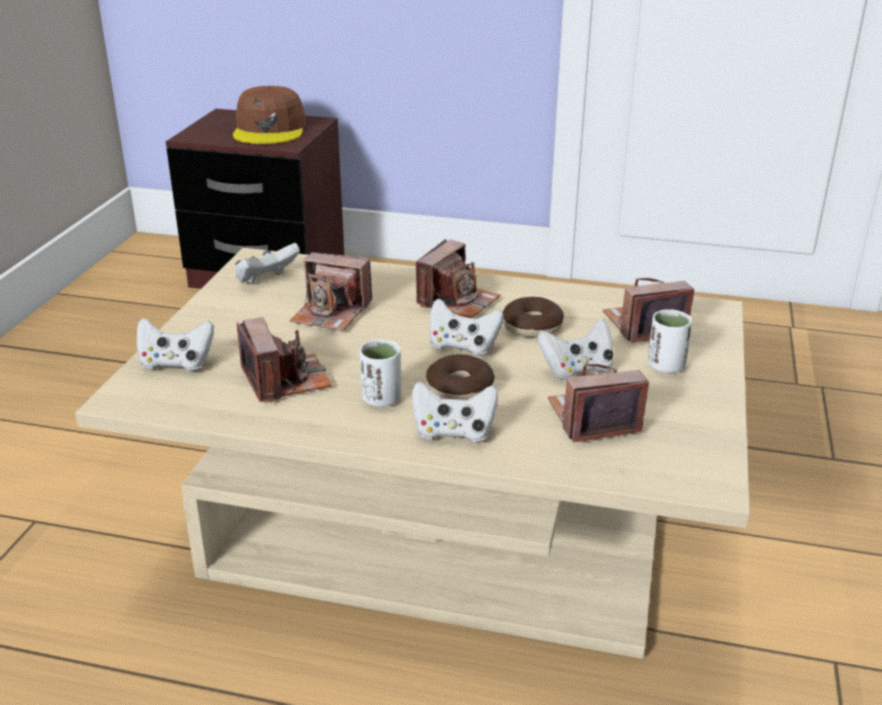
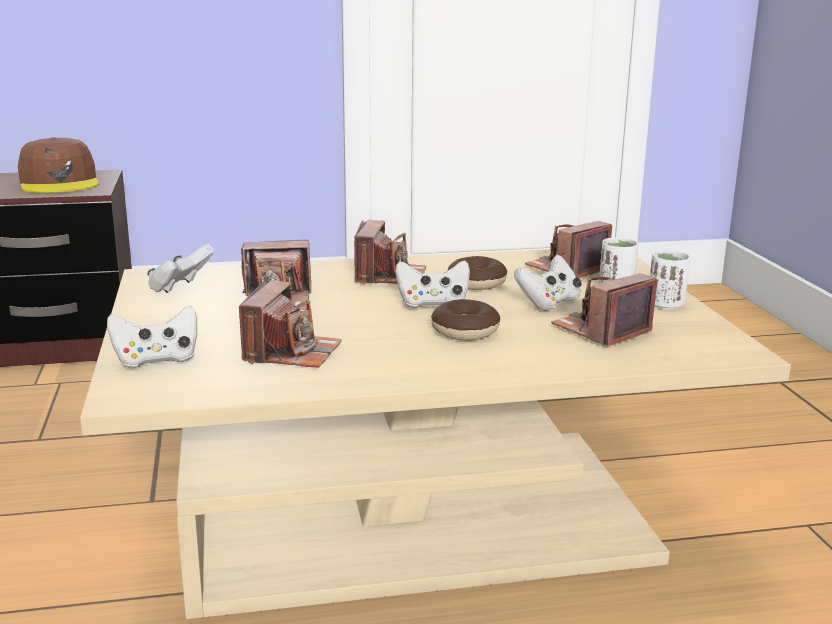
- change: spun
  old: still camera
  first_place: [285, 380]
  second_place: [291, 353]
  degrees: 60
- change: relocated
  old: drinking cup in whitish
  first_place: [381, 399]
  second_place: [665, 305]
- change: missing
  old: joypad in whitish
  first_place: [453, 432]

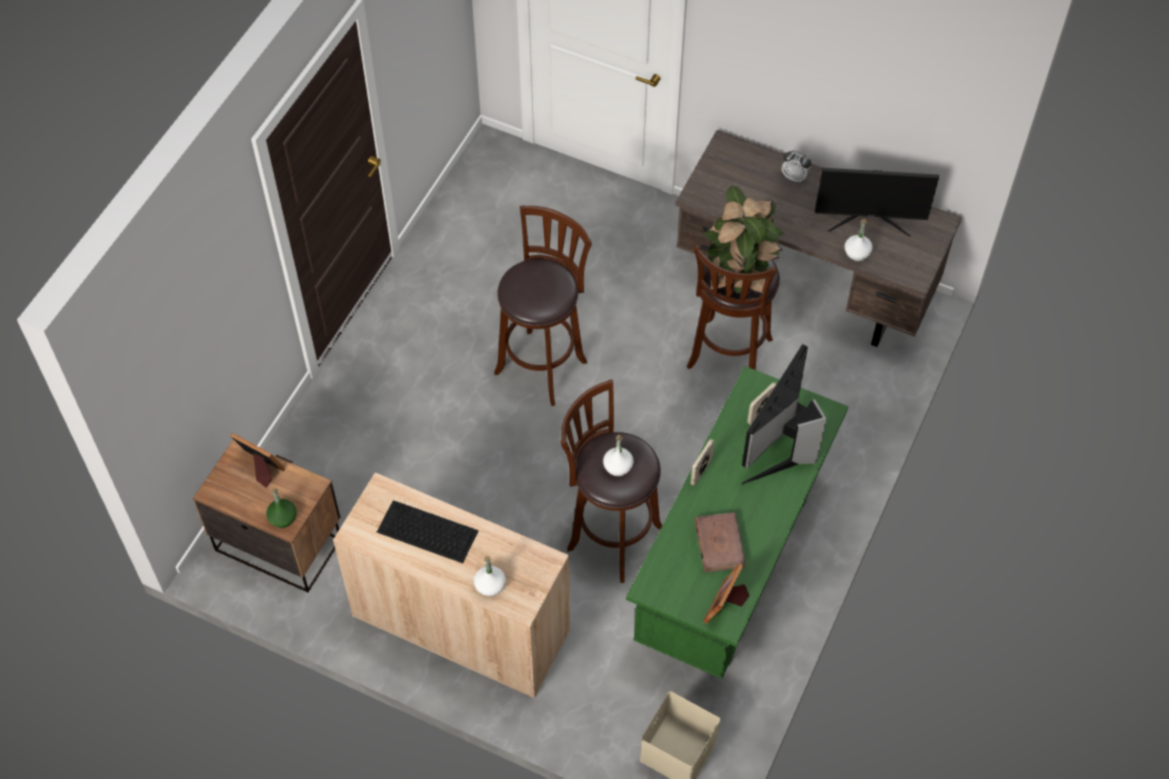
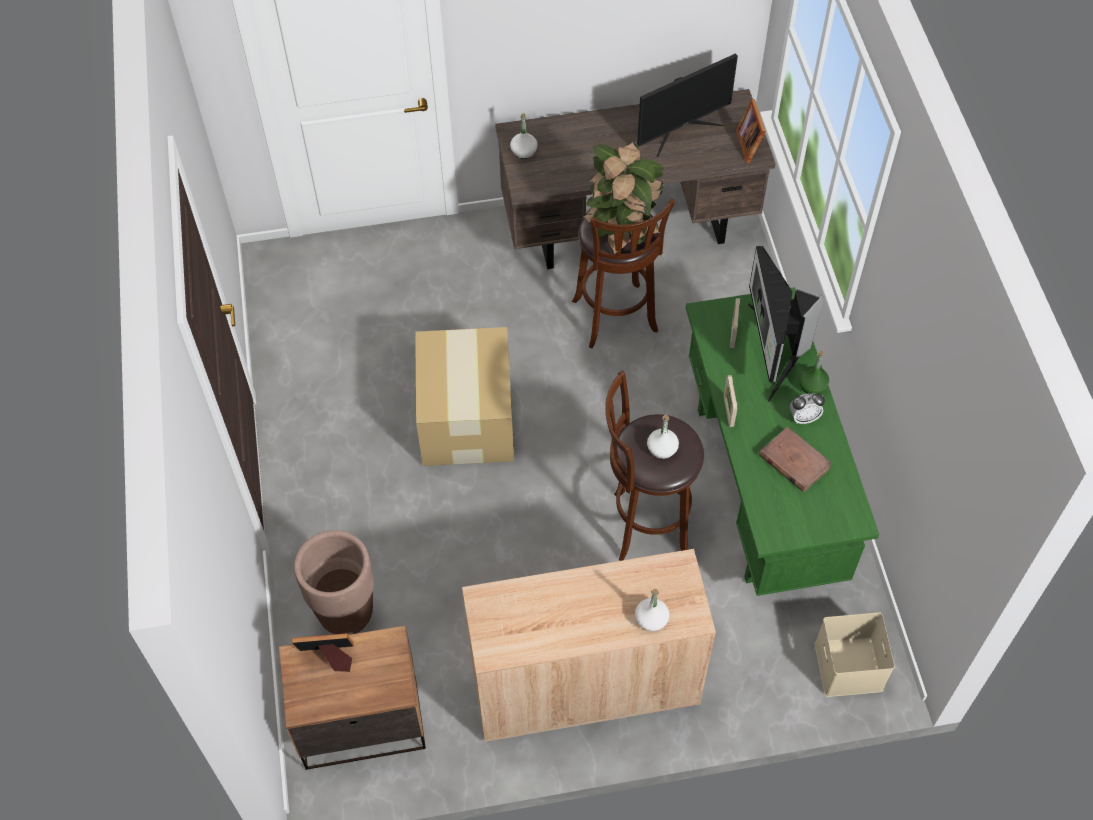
- change: relocated
  old: beverage bottle in green-coloured
  first_place: [282, 518]
  second_place: [812, 386]
- change: missing
  old: PC keyboard
  first_place: [426, 531]
- change: exchanged
  old: stool in brownish
  new: cardboard box
  first_place: [543, 364]
  second_place: [467, 416]
- change: relocated
  old: standing frame
  first_place: [726, 604]
  second_place: [751, 144]
- change: relocated
  old: bedside clock
  first_place: [794, 176]
  second_place: [804, 418]
- change: relocated
  old: beverage bottle in whitish
  first_place: [857, 253]
  second_place: [523, 151]
- change: appeared
  new: flower pot in brownish
  second_place: [346, 614]

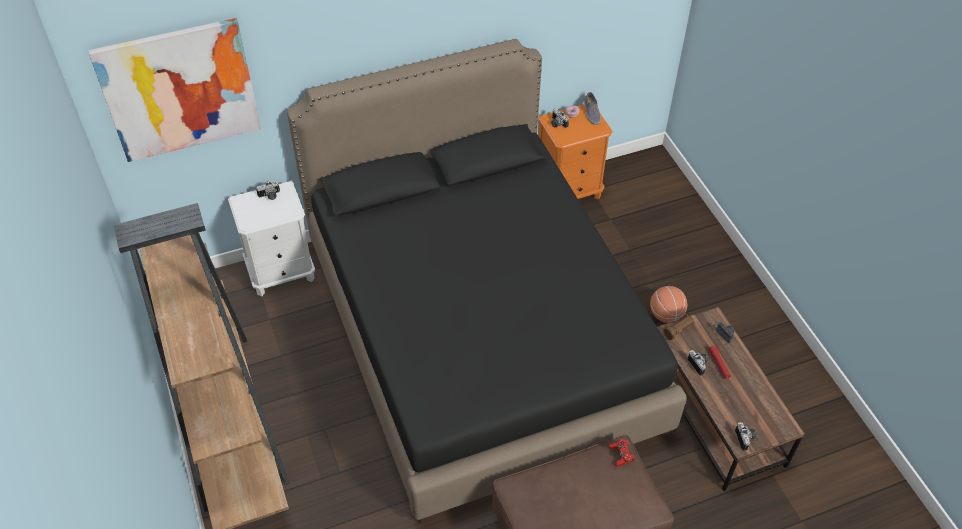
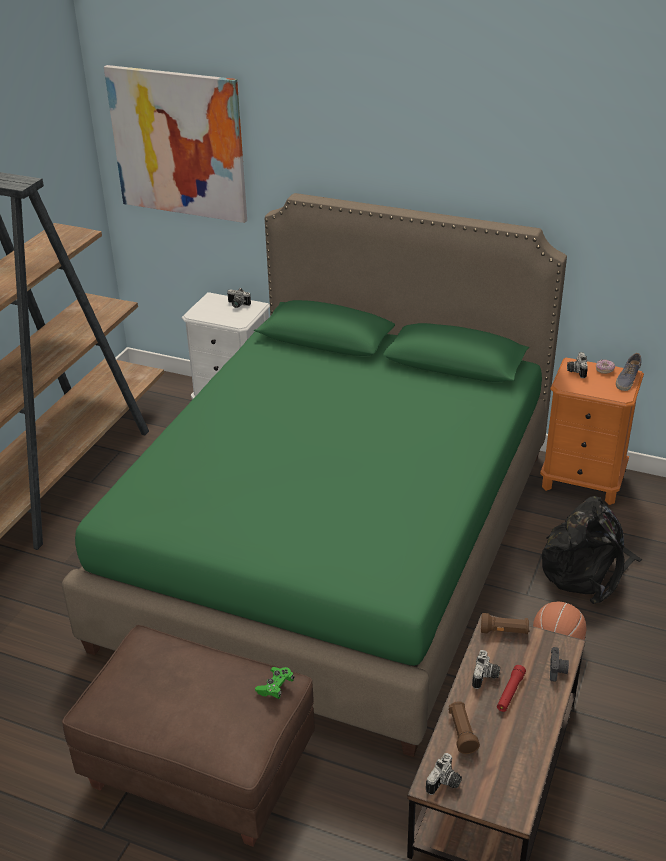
- change: colour
  old: bedroom bed in black-coloured
  new: bedroom bed in green-coloured
  first_place: [479, 334]
  second_place: [335, 544]
- change: colour
  old: joypad in red
  new: joypad in green-coloured
  first_place: [621, 455]
  second_place: [275, 687]
- change: appeared
  new: hand torch in brownish
  second_place: [462, 733]
- change: appeared
  new: rucksack in black-coloured
  second_place: [587, 570]

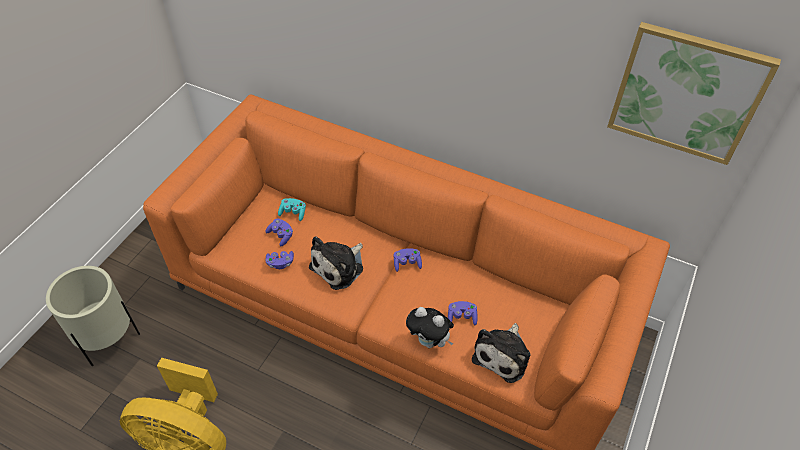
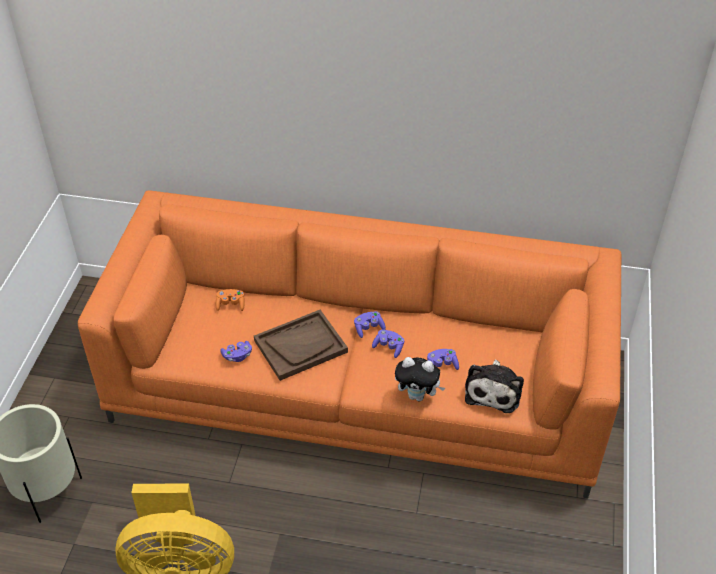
- change: relocated
  old: joypad in purple-coloured
  first_place: [281, 235]
  second_place: [389, 347]
- change: colour
  old: joypad in turquoise-coloured
  new: joypad in orange
  first_place: [293, 213]
  second_place: [231, 305]
- change: exchanged
  old: soft toy
  new: carrying tray in brownish
  first_place: [339, 267]
  second_place: [300, 346]
- change: missing
  old: wall art
  first_place: [687, 93]

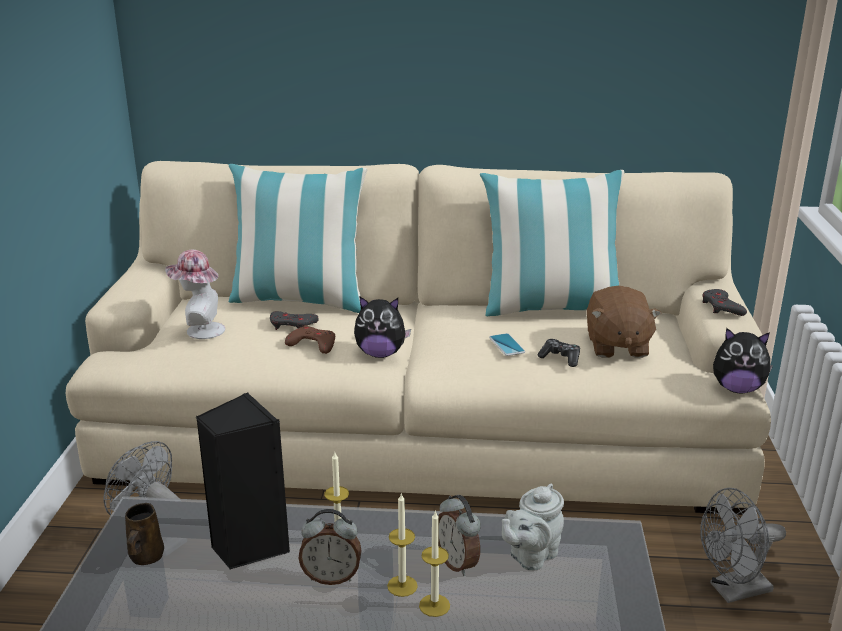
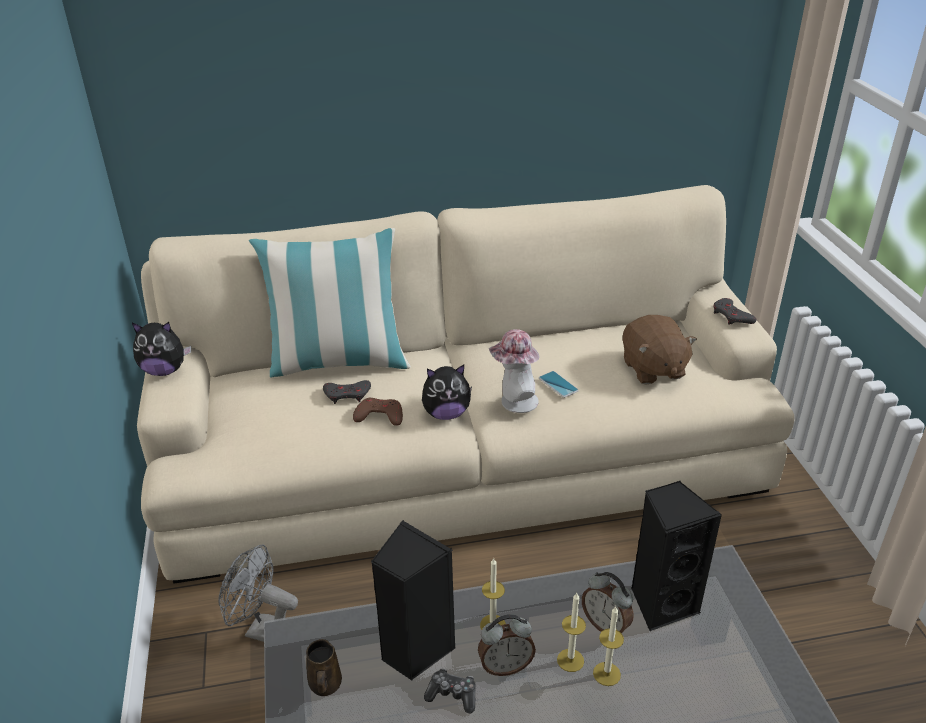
- change: relocated
  old: hat
  first_place: [200, 330]
  second_place: [514, 402]
- change: missing
  old: throw pillow
  first_place: [551, 308]
- change: exchanged
  old: tea pot in grey
  new: audio speaker in black-coloured
  first_place: [530, 556]
  second_place: [662, 603]
- change: relocated
  old: joypad
  first_place: [560, 358]
  second_place: [452, 695]
- change: missing
  old: electric fan in grey
  first_place: [733, 591]
- change: relocated
  old: soft toy
  first_place: [737, 389]
  second_place: [165, 371]

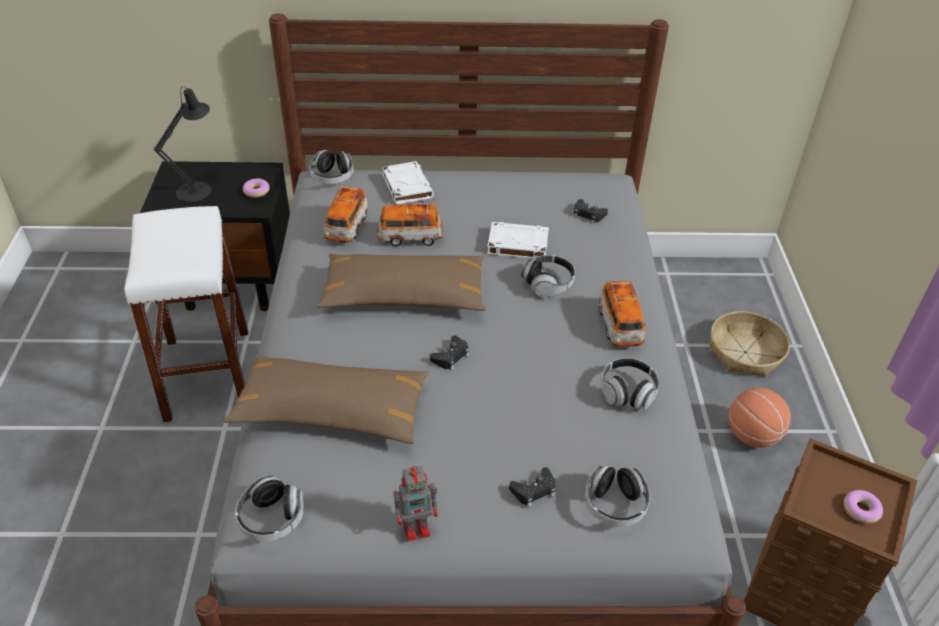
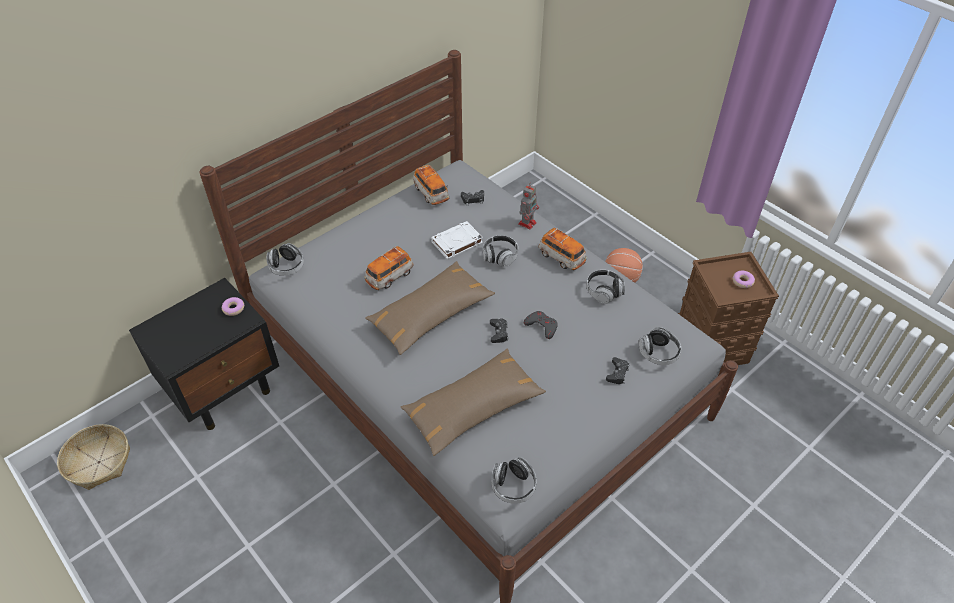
- change: missing
  old: stool in whitish
  first_place: [207, 374]
- change: missing
  old: tabletop lamp in black-coloured
  first_place: [198, 189]
- change: relocated
  old: model car
  first_place: [347, 227]
  second_place: [431, 193]
- change: missing
  old: book in whitish
  first_place: [407, 186]
- change: relocated
  old: model robot
  first_place: [417, 527]
  second_place: [527, 222]
- change: relocated
  old: basket
  first_place: [745, 352]
  second_place: [99, 462]
- change: appeared
  new: joypad in grey
  second_place: [541, 326]

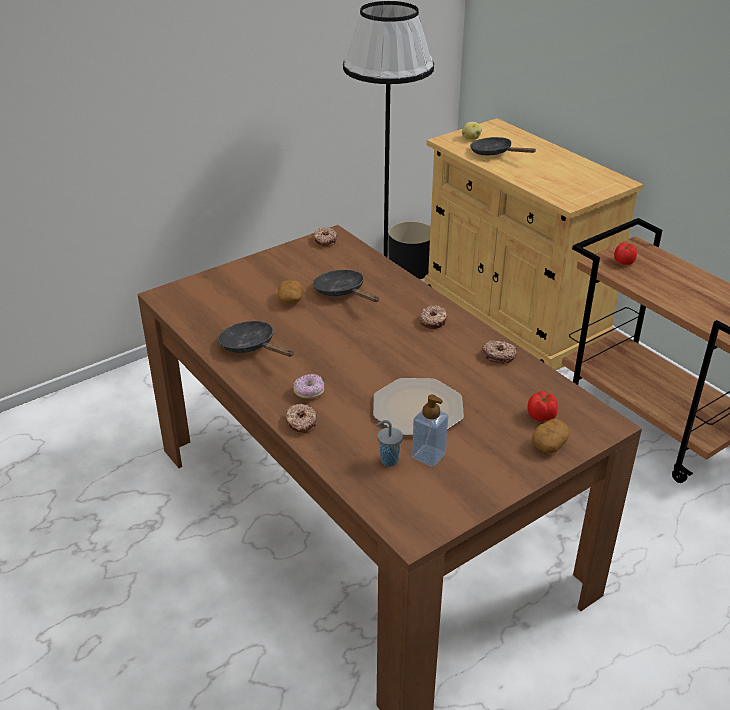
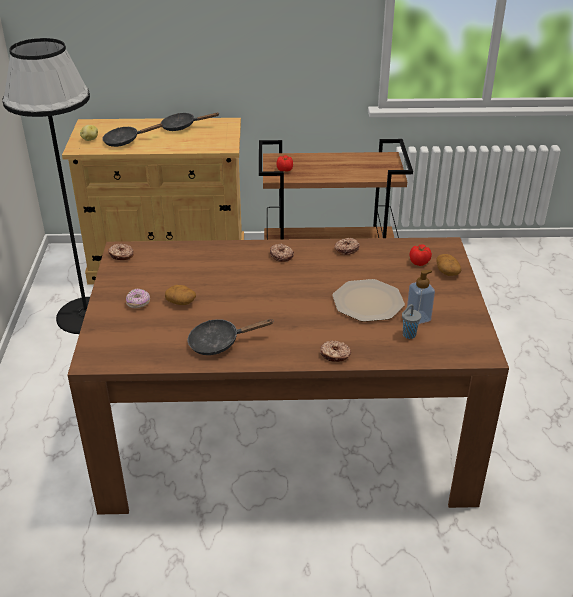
- change: relocated
  old: donut
  first_place: [309, 392]
  second_place: [138, 303]
- change: relocated
  old: skillet in black-coloured
  first_place: [342, 292]
  second_place: [182, 126]
- change: missing
  old: flower pot in black-coloured
  first_place: [410, 268]

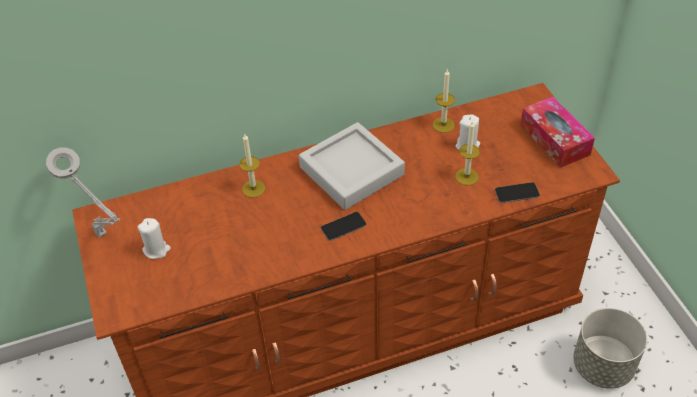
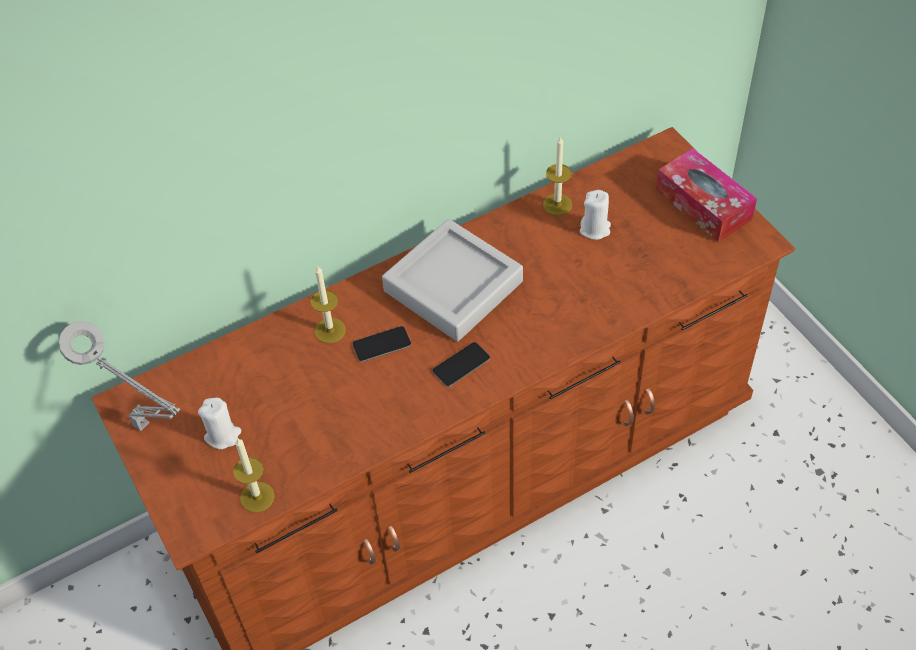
- change: relocated
  old: wax light
  first_place: [466, 176]
  second_place: [257, 497]
- change: relocated
  old: telephone
  first_place: [517, 193]
  second_place: [381, 344]
- change: missing
  old: flower pot in grey
  first_place: [603, 366]

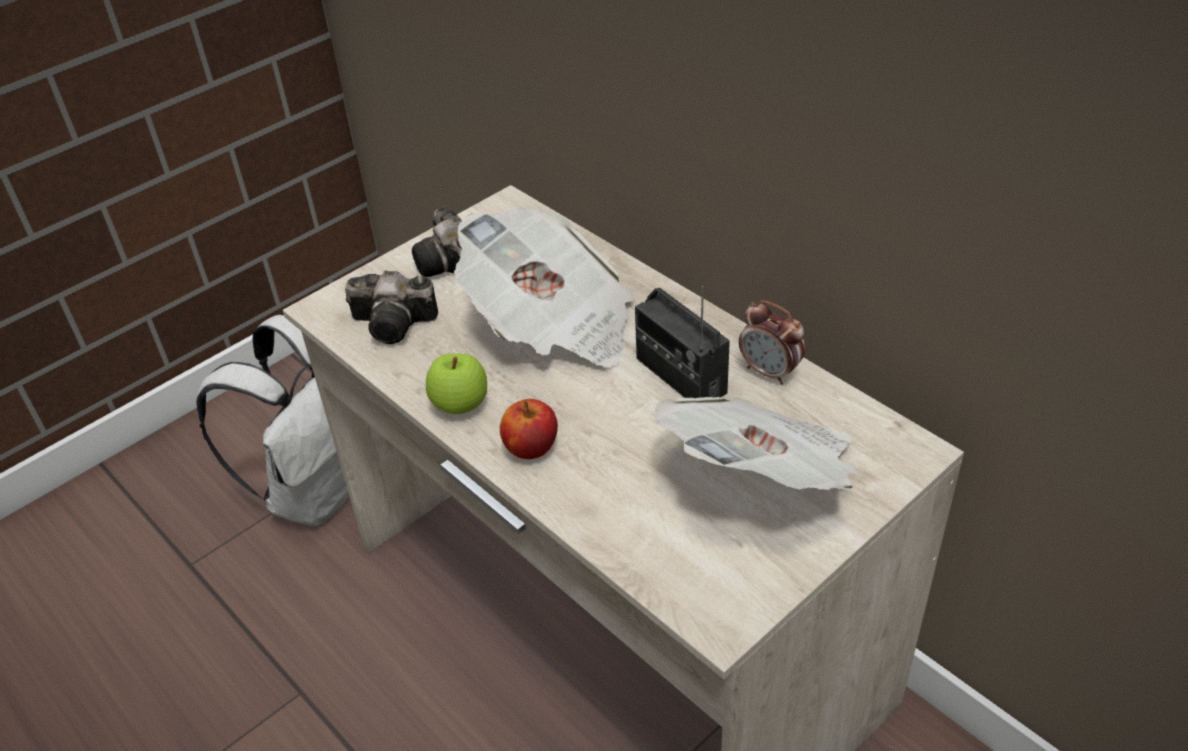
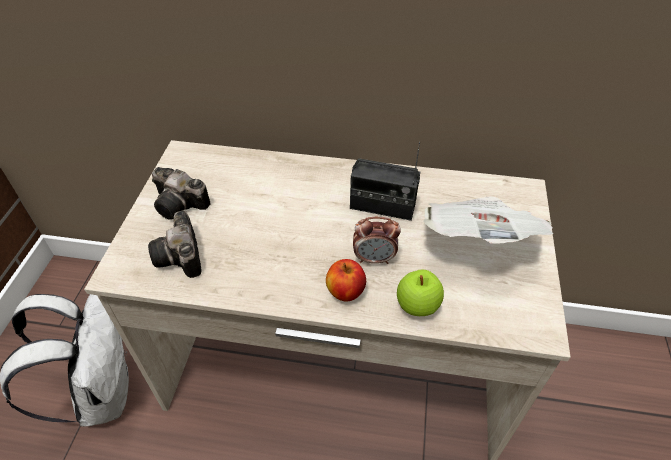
- change: spun
  old: still camera
  first_place: [397, 323]
  second_place: [181, 258]
  degrees: 105
- change: relocated
  old: whole apple
  first_place: [460, 405]
  second_place: [417, 306]
- change: missing
  old: daily paper
  first_place: [552, 324]
- change: relocated
  old: bedside clock
  first_place: [770, 372]
  second_place: [374, 258]

